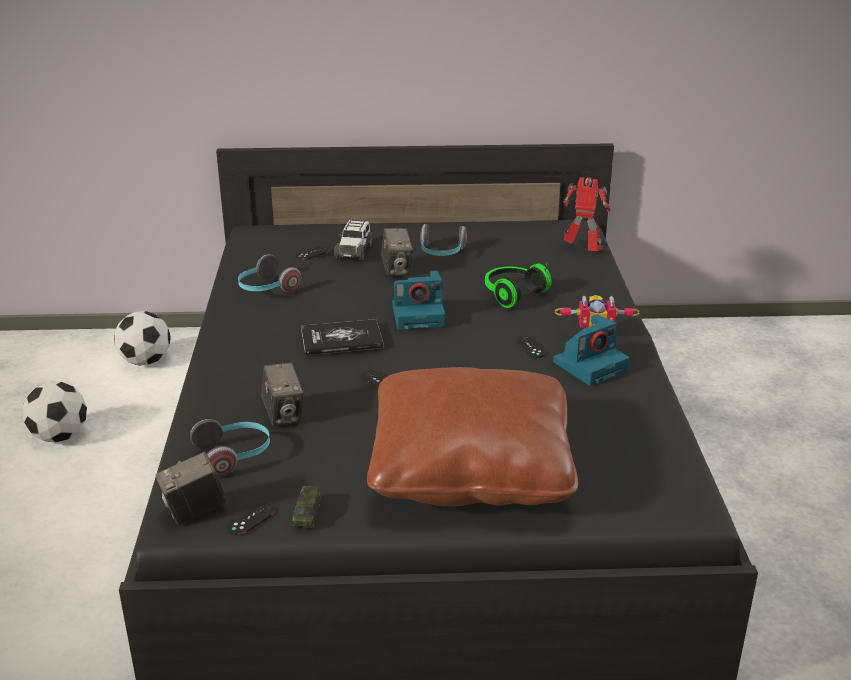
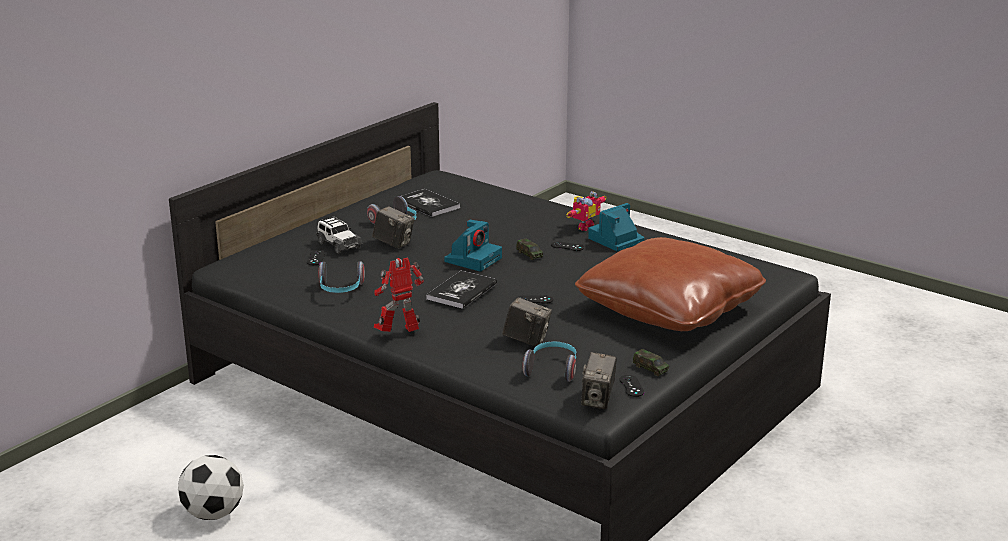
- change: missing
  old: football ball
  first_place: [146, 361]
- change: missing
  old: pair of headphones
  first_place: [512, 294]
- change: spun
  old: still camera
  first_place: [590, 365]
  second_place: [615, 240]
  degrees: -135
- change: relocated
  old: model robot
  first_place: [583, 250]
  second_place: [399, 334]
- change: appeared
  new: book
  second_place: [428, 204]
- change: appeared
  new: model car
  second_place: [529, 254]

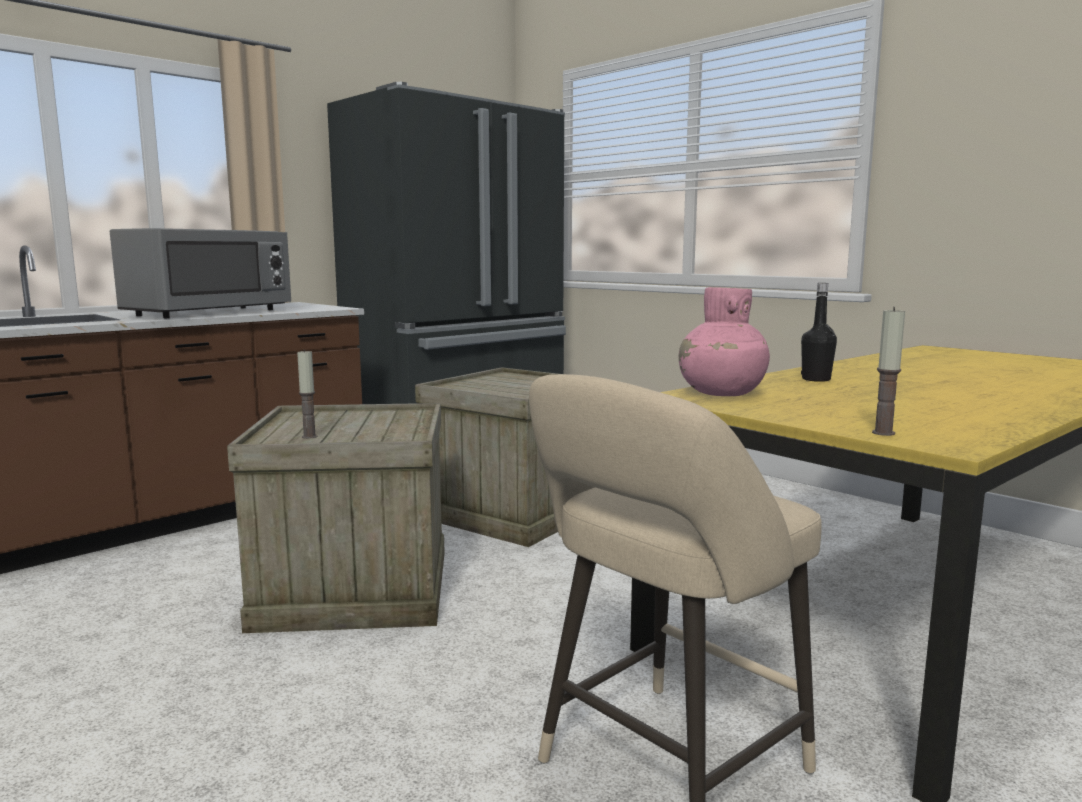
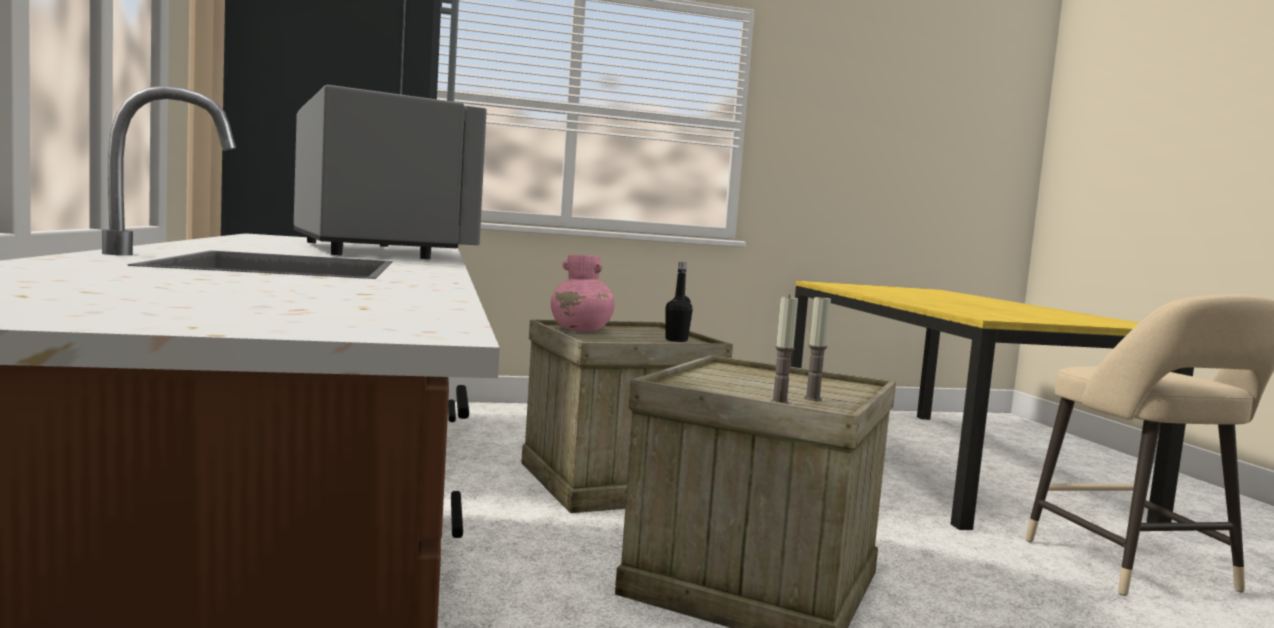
- change: relocated
  old: decorative vase in pink-coloured
  first_place: [721, 394]
  second_place: [581, 330]
- change: relocated
  old: beverage bottle in black-coloured
  first_place: [816, 379]
  second_place: [676, 340]
- change: relocated
  old: wax light
  first_place: [883, 433]
  second_place: [779, 402]

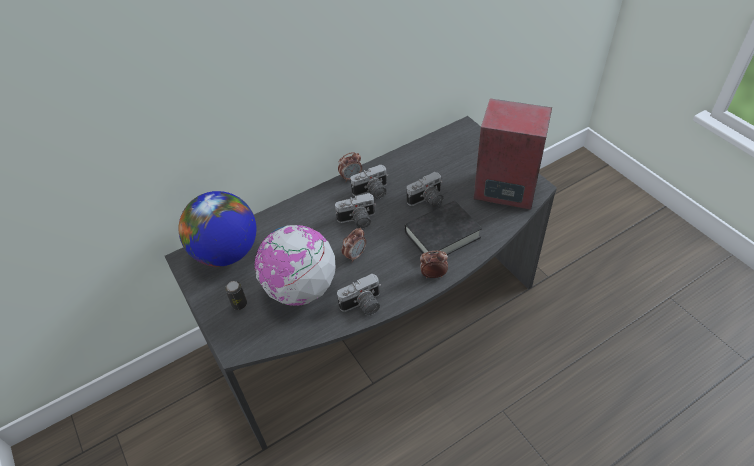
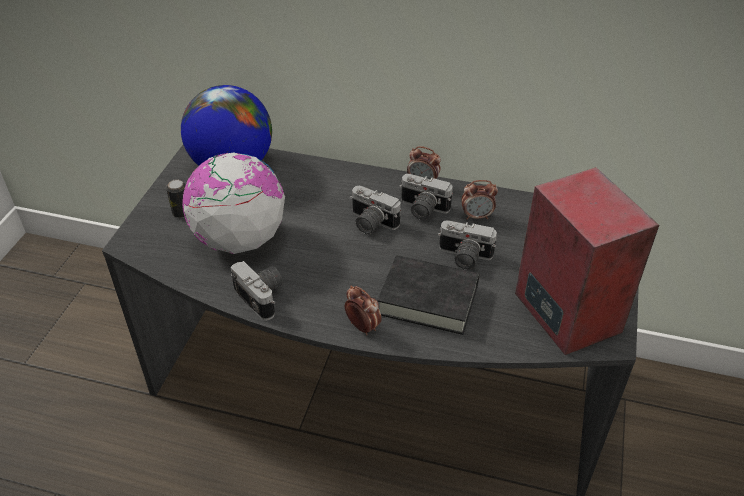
- change: spun
  old: still camera
  first_place: [363, 306]
  second_place: [263, 297]
  degrees: -150
- change: relocated
  old: bedside clock
  first_place: [355, 255]
  second_place: [477, 216]

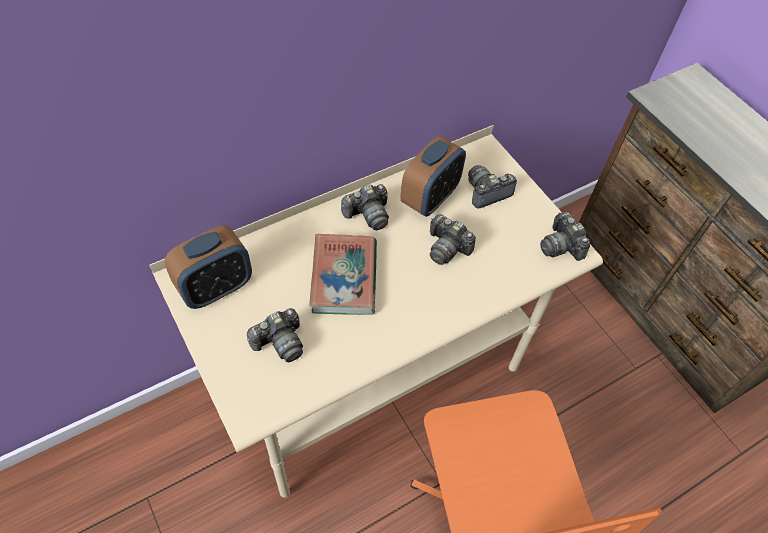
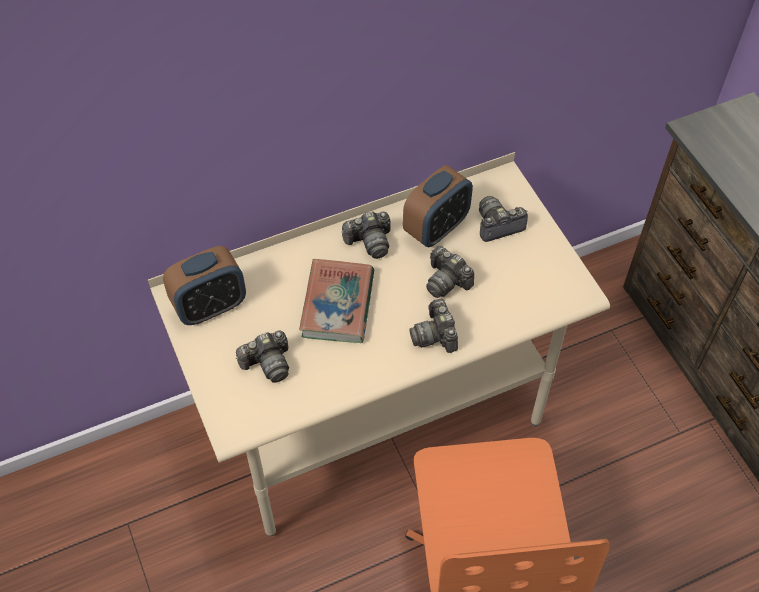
- change: relocated
  old: still camera
  first_place: [561, 245]
  second_place: [435, 335]

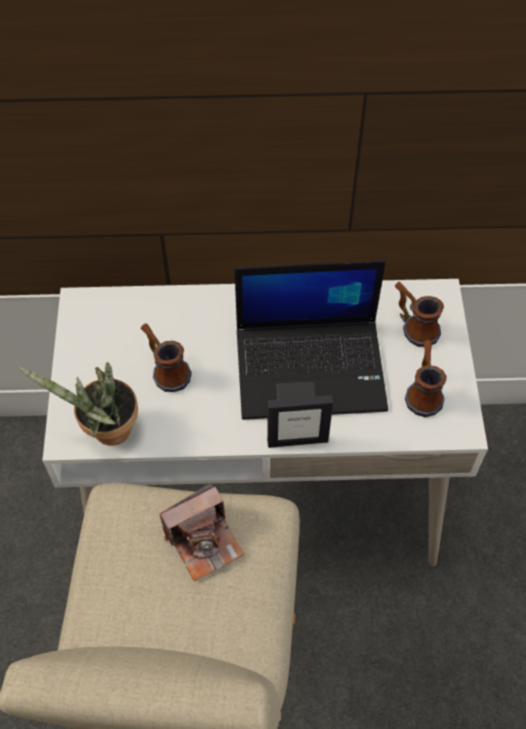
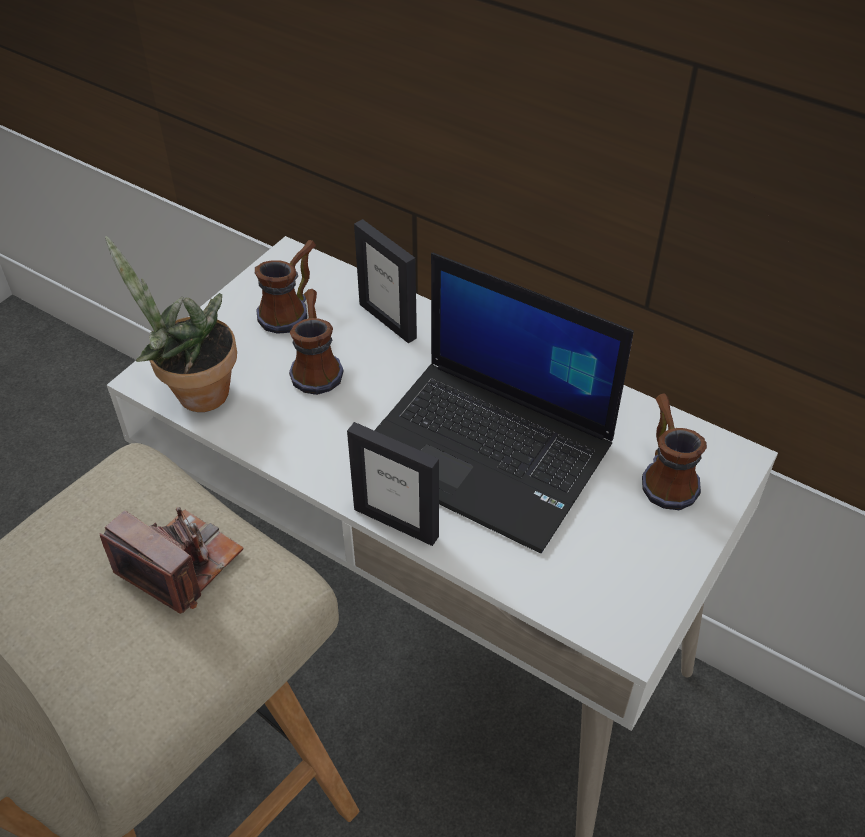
- change: spun
  old: still camera
  first_place: [204, 541]
  second_place: [180, 564]
  degrees: -150
- change: relocated
  old: mug
  first_place: [423, 391]
  second_place: [292, 310]
- change: appeared
  new: standing frame
  second_place: [388, 321]

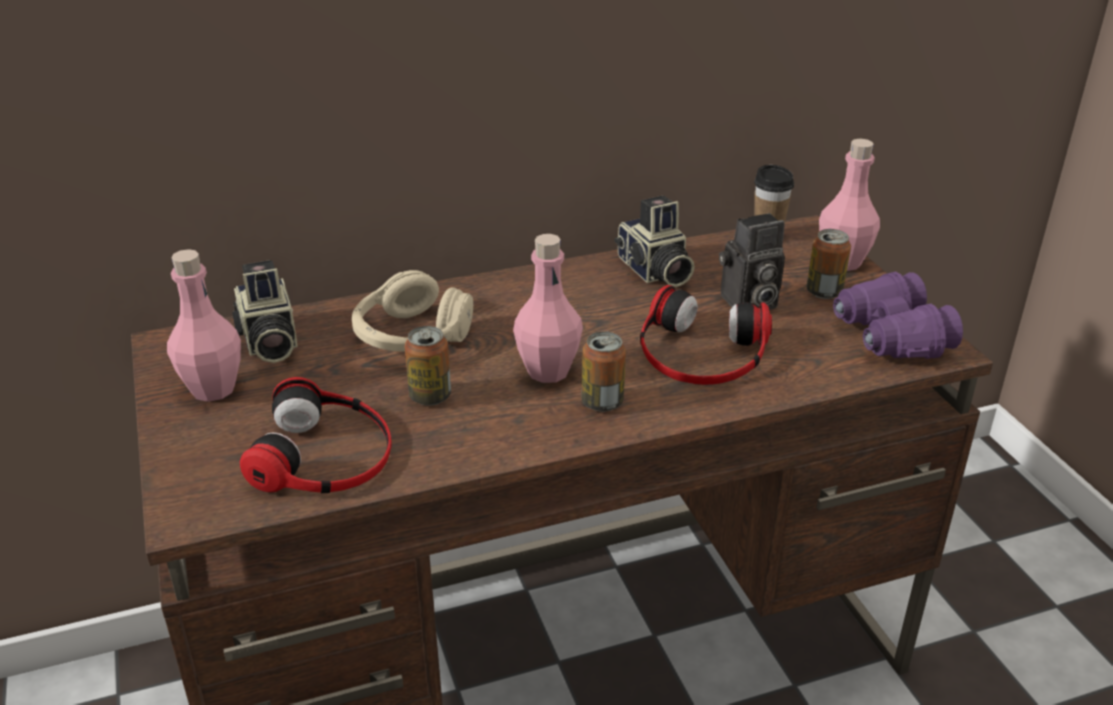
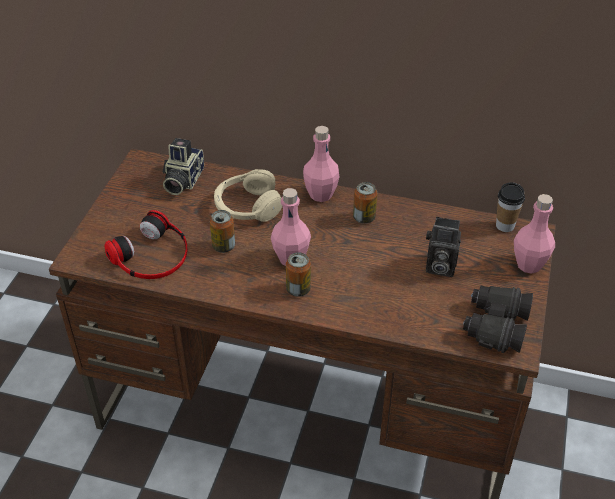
- change: relocated
  old: beverage bottle in pink-coloured
  first_place: [213, 389]
  second_place: [320, 194]
- change: missing
  old: still camera
  first_place: [654, 271]
- change: missing
  old: pair of headphones
  first_place: [701, 352]
- change: relocated
  old: sealed can
  first_place: [824, 292]
  second_place: [364, 218]
- change: colour
  old: binoculars in purple-coloured
  new: binoculars in black-coloured
  first_place: [889, 337]
  second_place: [495, 326]

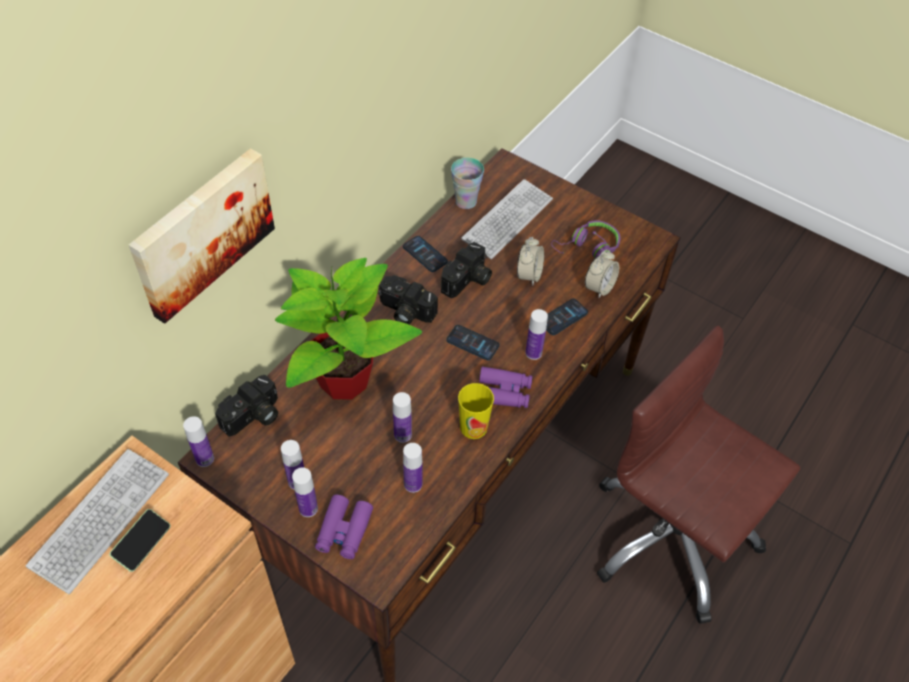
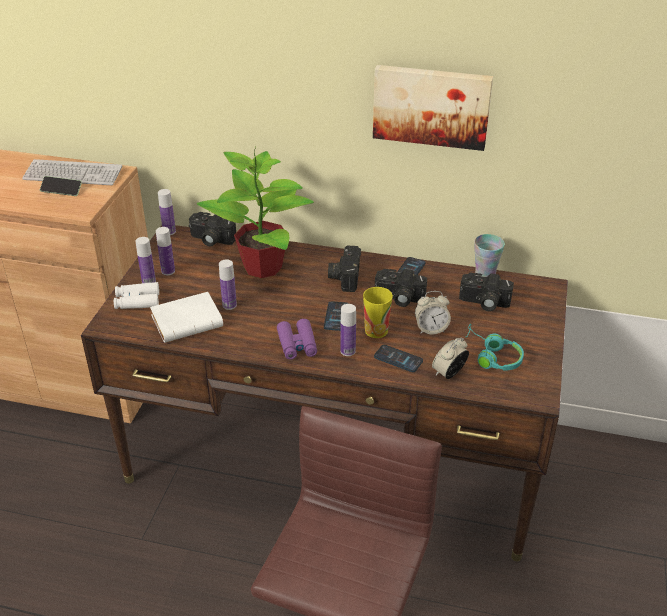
- change: relocated
  old: wall art
  first_place: [201, 232]
  second_place: [431, 105]
- change: colour
  old: binoculars in purple-coloured
  new: binoculars in whitish
  first_place: [344, 531]
  second_place: [137, 301]
- change: exchanged
  old: beverage bottle
  new: book in whitish
  first_place: [413, 484]
  second_place: [188, 321]
- change: relocated
  old: drinking cup
  first_place: [473, 427]
  second_place: [376, 330]
- change: exchanged
  old: PC keyboard
  new: still camera
  first_place: [507, 220]
  second_place: [483, 303]
- change: colour
  old: pair of headphones in purple-coloured
  new: pair of headphones in turquoise-coloured
  first_place: [588, 247]
  second_place: [491, 356]
- change: spun
  old: bedside clock
  first_place: [599, 287]
  second_place: [449, 373]
  degrees: 120

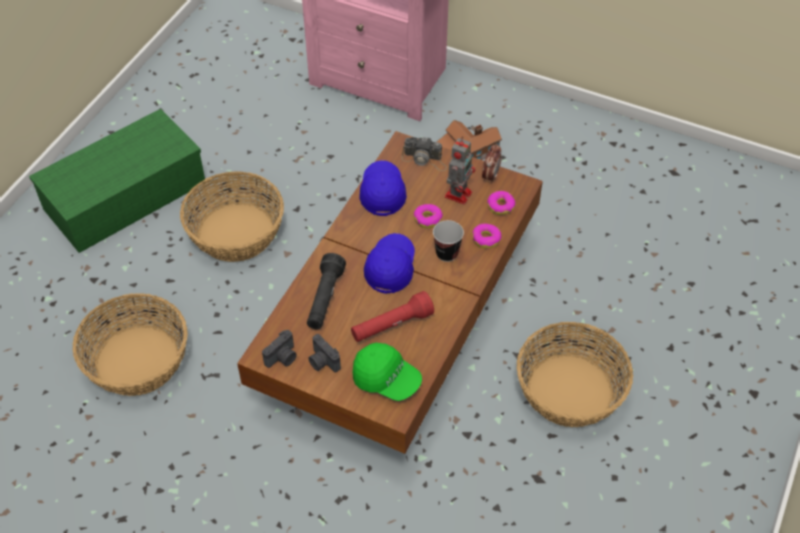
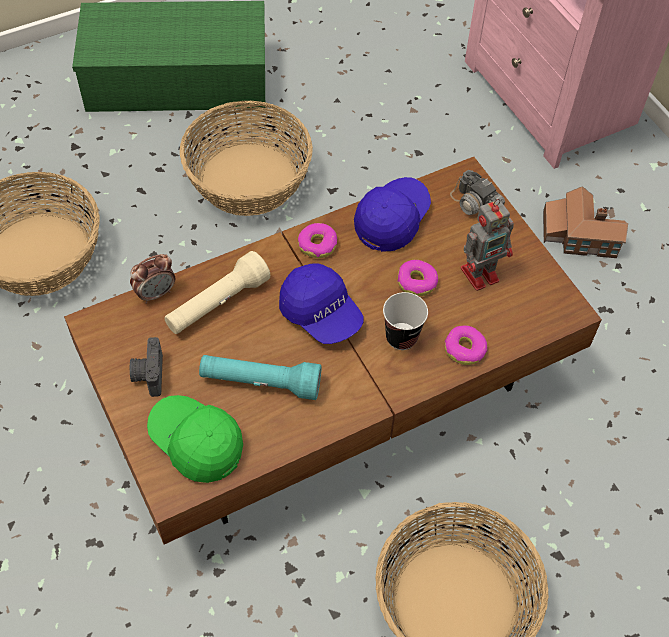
- change: missing
  old: still camera
  first_place: [283, 358]
- change: colour
  old: hand torch in black-coloured
  new: hand torch in sand-coloured
  first_place: [325, 299]
  second_place: [217, 304]
- change: colour
  old: hand torch in red
  new: hand torch in turquoise-coloured
  first_place: [391, 325]
  second_place: [260, 383]
- change: spun
  old: baseball cap in green-coloured
  first_place: [386, 379]
  second_place: [196, 443]
  degrees: 150
- change: spun
  old: baseball cap in blue
  first_place: [390, 268]
  second_place: [321, 314]
  degrees: 90
- change: relocated
  old: bedside clock
  first_place: [490, 176]
  second_place: [156, 293]
- change: relocated
  old: donut
  first_place: [500, 206]
  second_place: [317, 244]

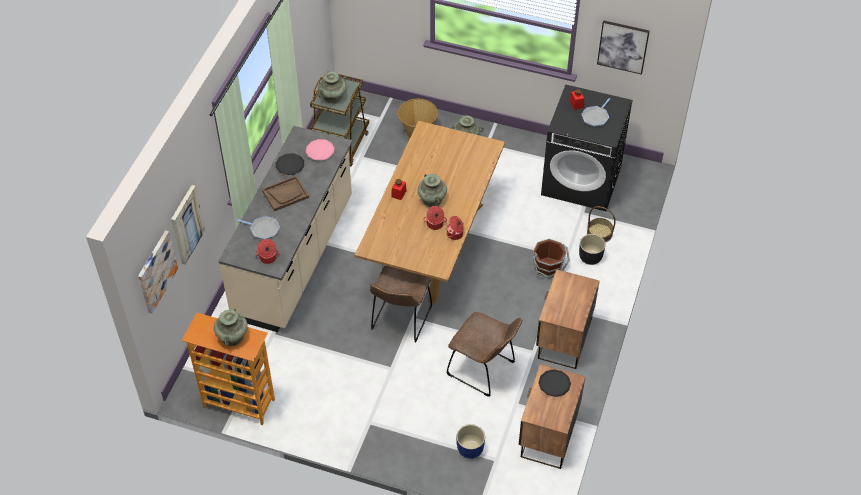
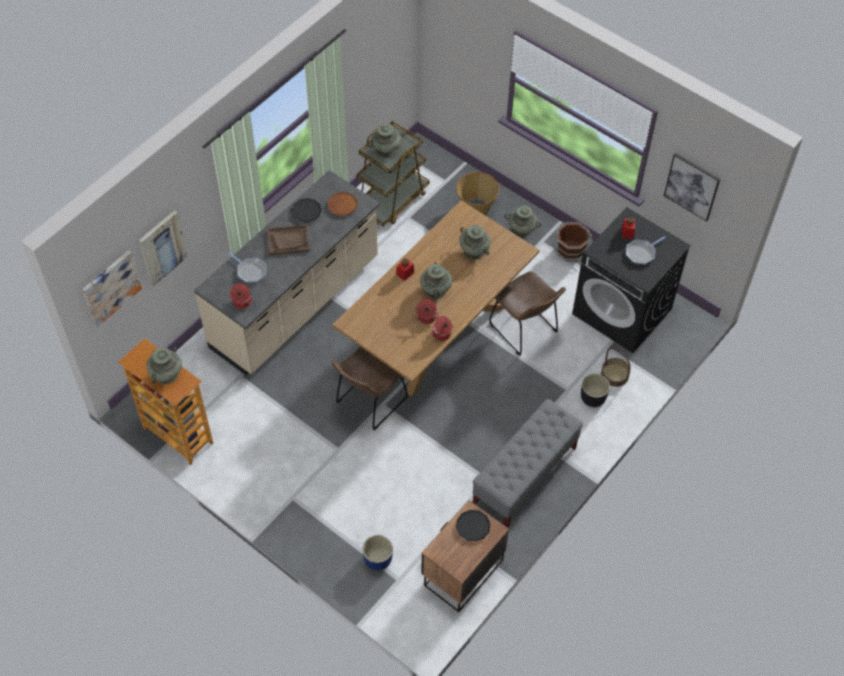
- change: colour
  old: dinner plate in pink-coloured
  new: dinner plate in brownish
  first_place: [320, 151]
  second_place: [342, 205]
- change: relocated
  old: chair in brownish
  first_place: [484, 370]
  second_place: [525, 330]
- change: relocated
  old: bucket in brownish
  first_place: [548, 268]
  second_place: [570, 251]
- change: exchanged
  old: night table
  new: indoor bench in grey
  first_place: [563, 339]
  second_place: [524, 476]
- change: appeared
  new: decorative vase in turquoise-coloured
  second_place: [474, 251]

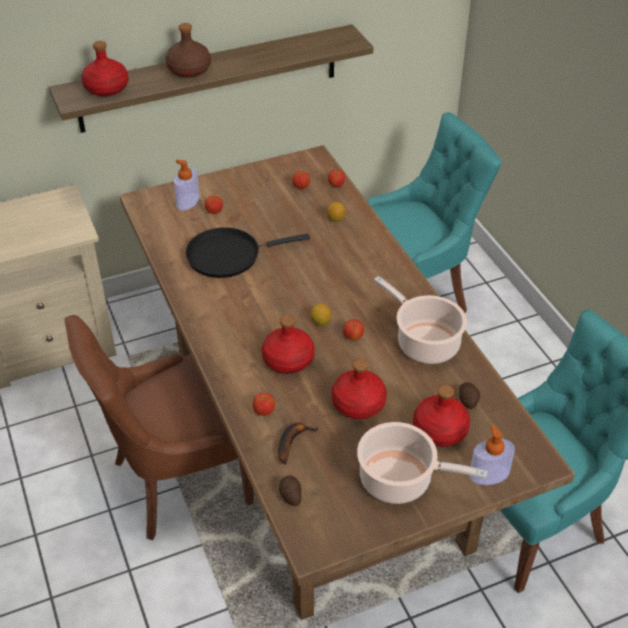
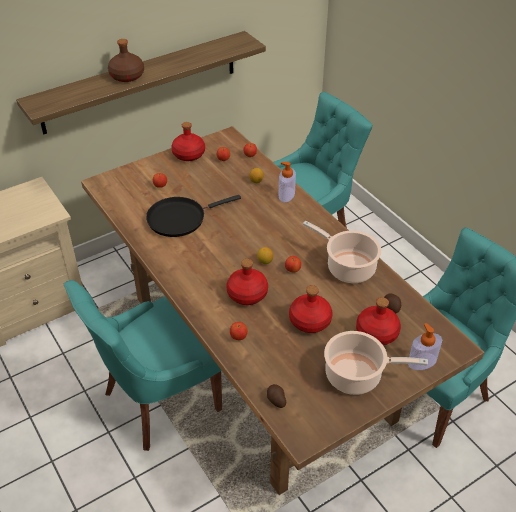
- change: colour
  old: chair in brownish
  new: chair in turquoise-coloured
  first_place: [178, 481]
  second_place: [158, 401]
- change: relocated
  old: beverage bottle in red
  first_place: [107, 88]
  second_place: [189, 154]
- change: relocated
  old: soap dispenser
  first_place: [188, 202]
  second_place: [286, 195]
- change: missing
  old: whole banana
  first_place: [292, 442]

